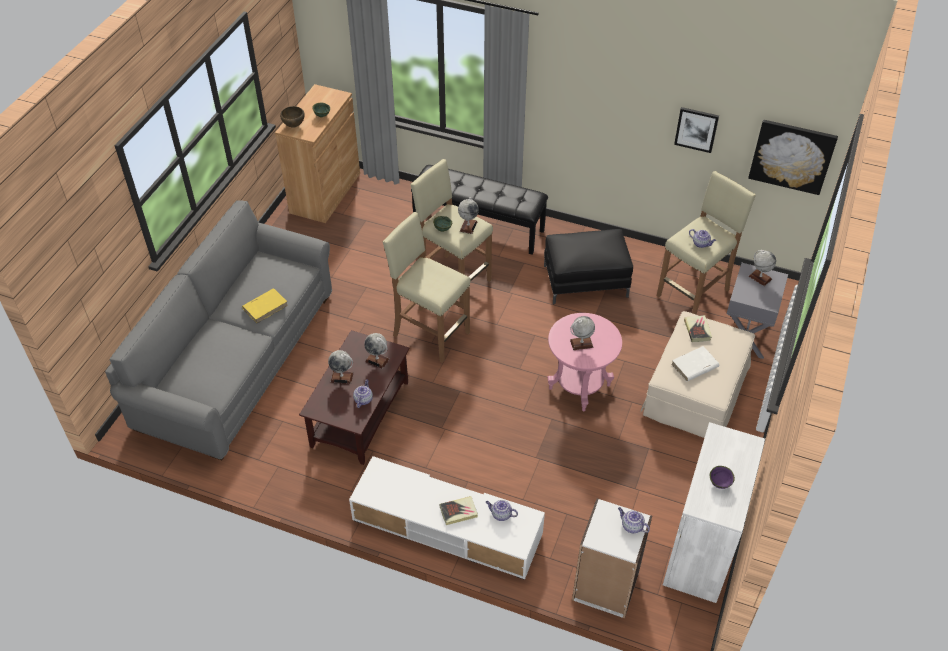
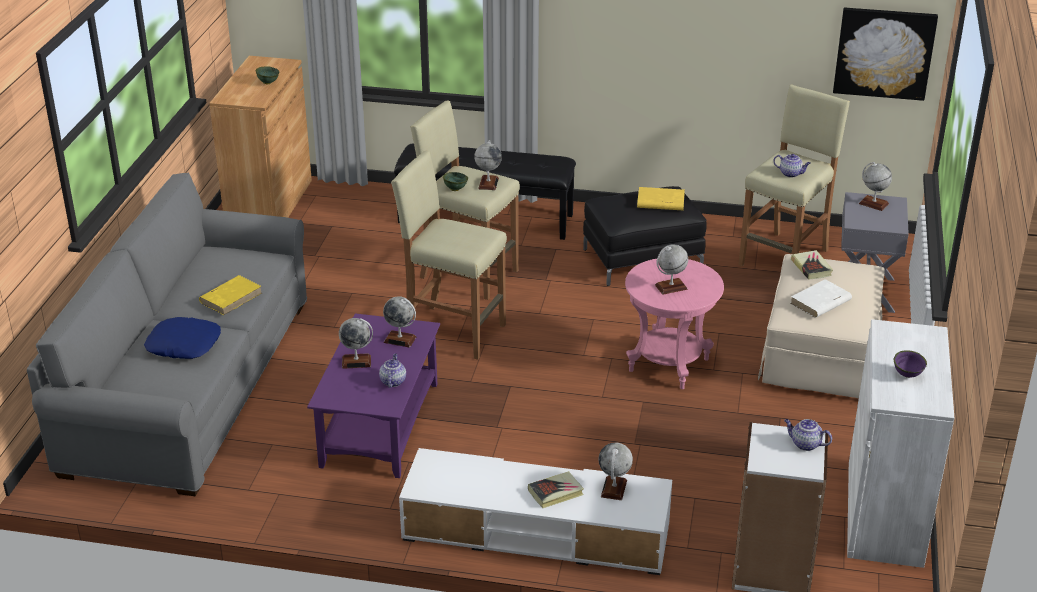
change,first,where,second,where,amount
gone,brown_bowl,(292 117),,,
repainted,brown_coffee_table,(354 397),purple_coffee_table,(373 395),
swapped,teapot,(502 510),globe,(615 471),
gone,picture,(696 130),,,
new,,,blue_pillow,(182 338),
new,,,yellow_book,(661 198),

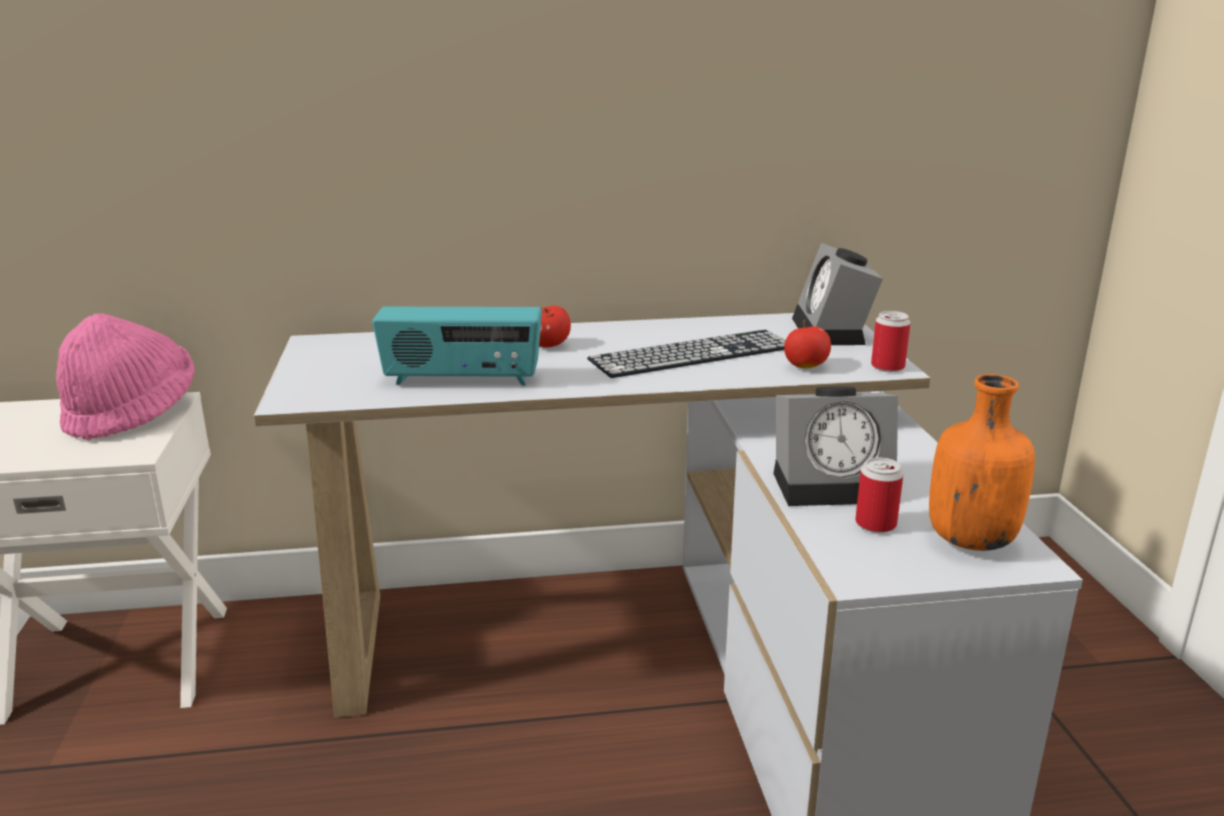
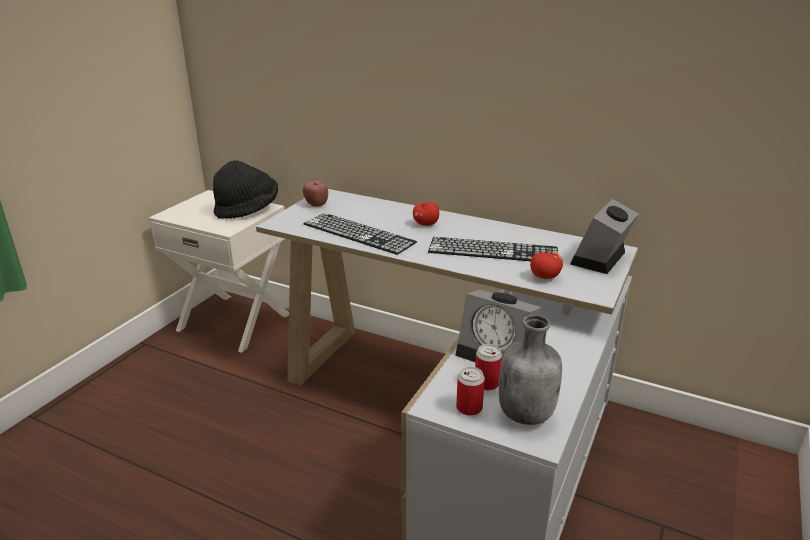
change,first,where,second,where,amount
repainted,pink_hat,(125 377),black_hat,(245 189),
swapped,radio,(457 346),keyboard,(360 234),
shifted,can,(891 341),,(470 391),
repainted,orange_bottle,(982 462),grey_bottle,(530 370),
new,,,apple,(315 194),

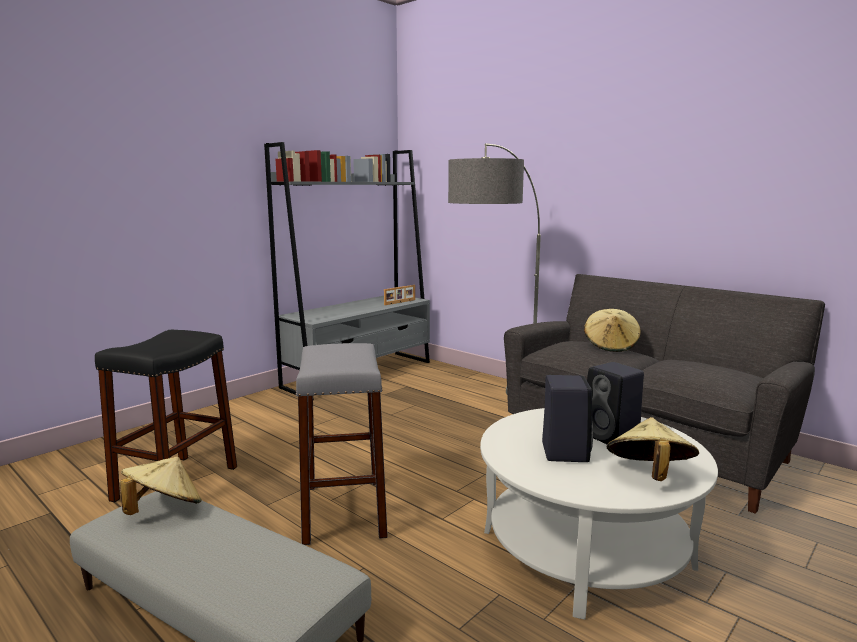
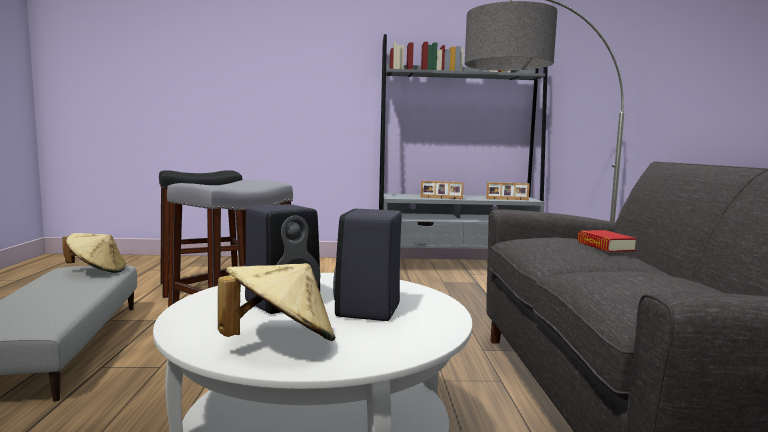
change,first,where,second,where,amount
swapped,beige_hat,(612 330),book,(607 241),
new,,,picture_frame,(442 190),

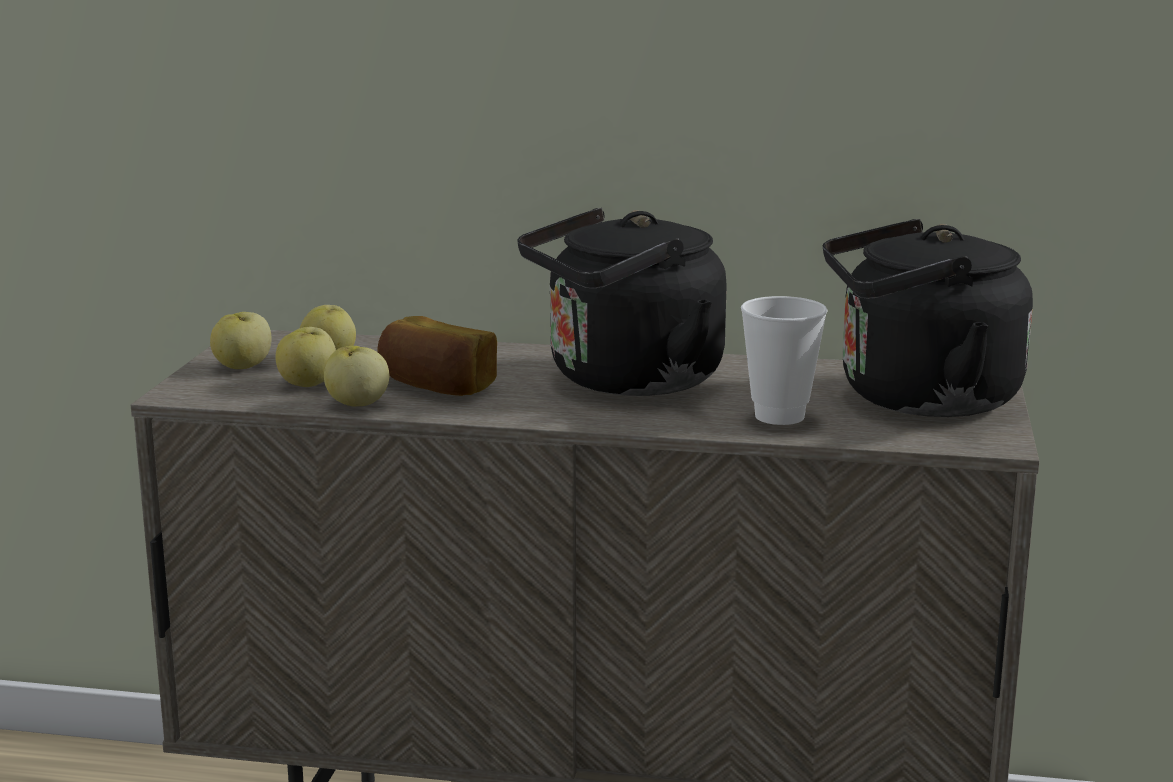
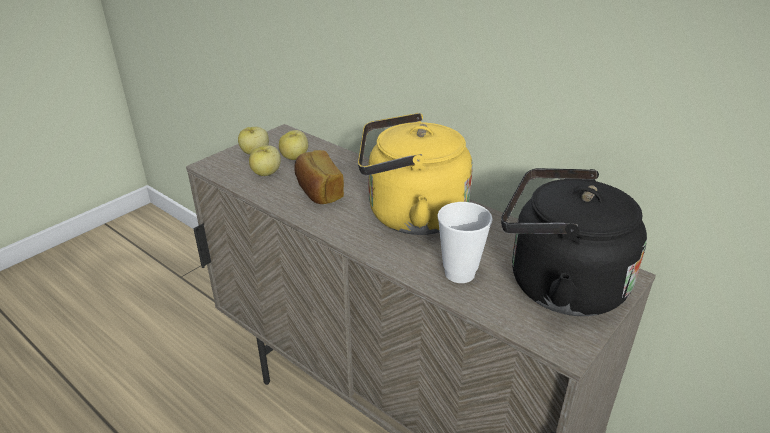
change,first,where,second,where,amount
gone,apple,(356 376),,,
repainted,black_kettle,(622 302),yellow_kettle,(415 174),

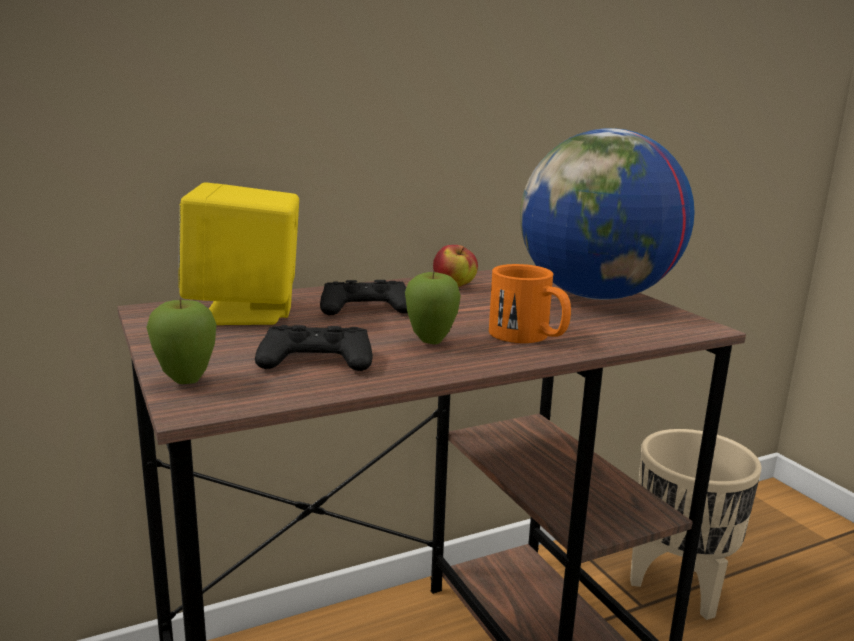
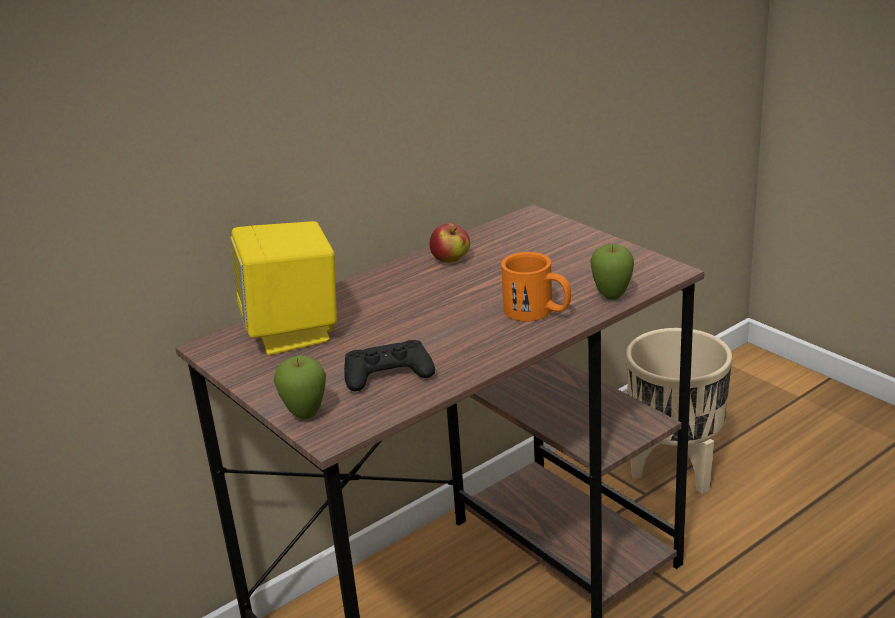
change,first,where,second,where,amount
gone,black_game_controller,(363 297),,,
shifted,apple,(433 307),,(612 272),
gone,globe,(607 214),,,

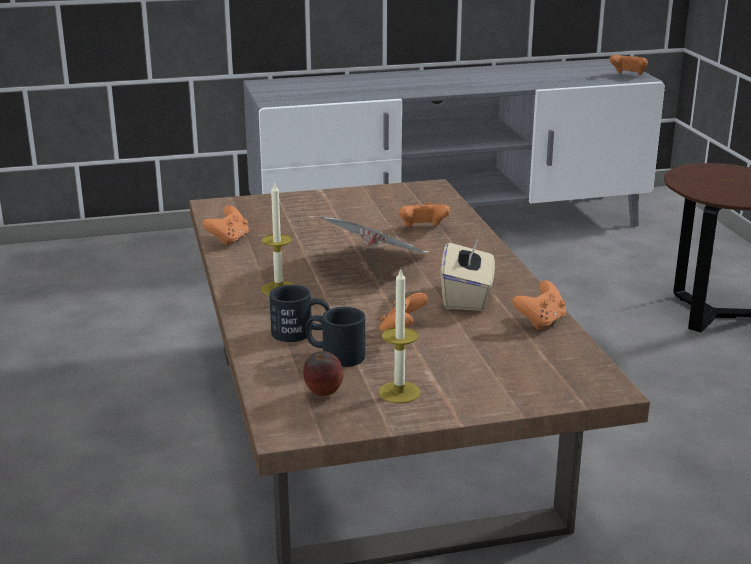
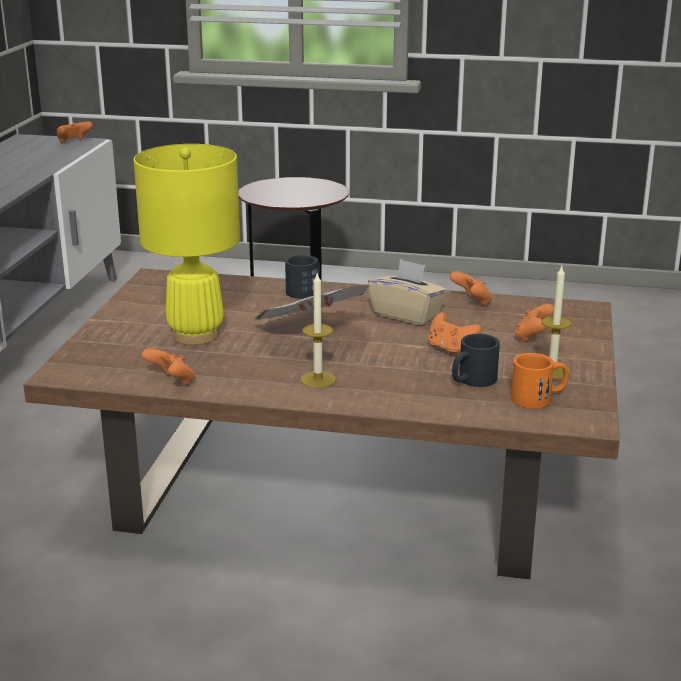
change,first,where,second,where,amount
shifted,black_mug,(299 313),,(302 277),
swapped,apple,(323 373),orange_mug,(539 381),
shifted,orange_game_controller,(424 215),,(534 323),
new,,,yellow_table_lamp,(187 244),

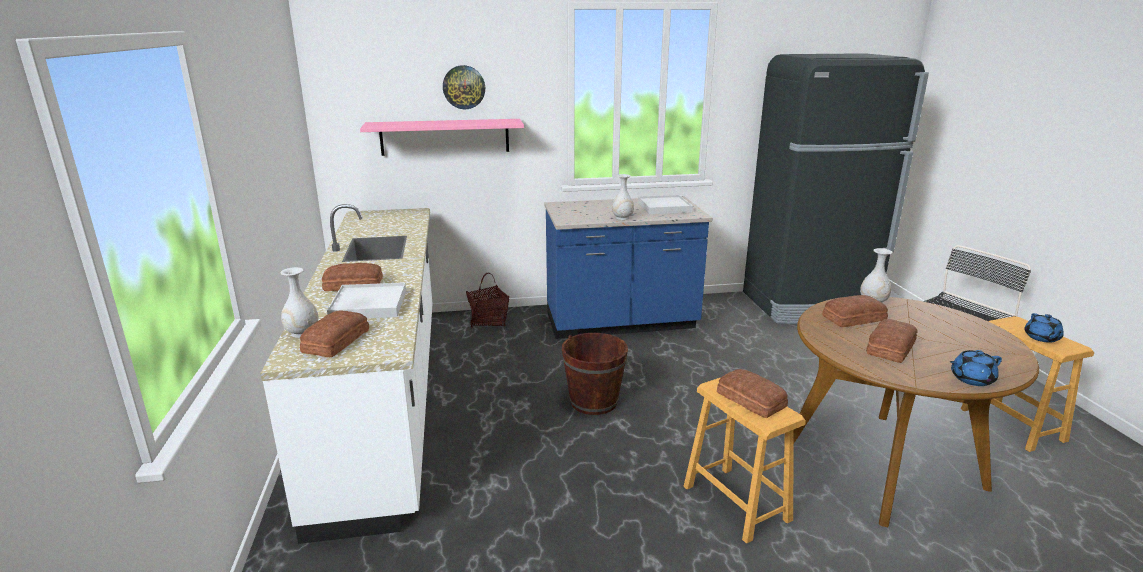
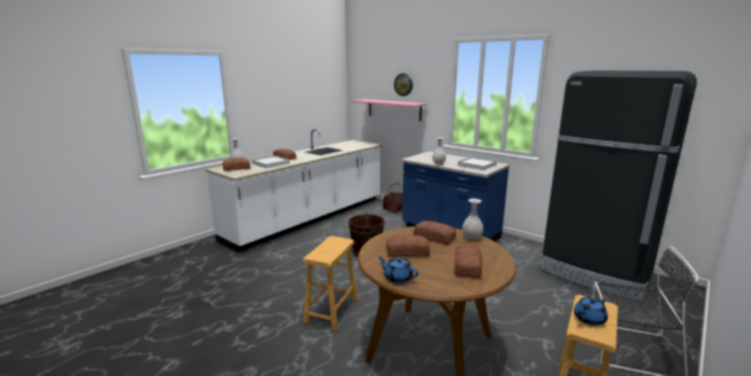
change,first,where,second,where,amount
shifted,bread,(752 393),,(468 262),

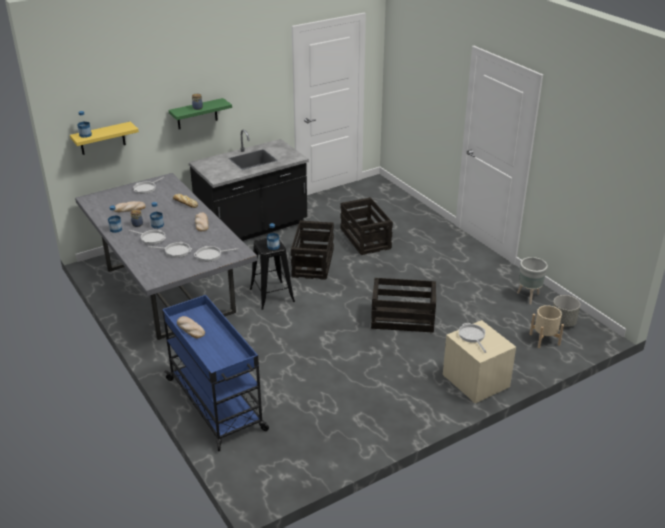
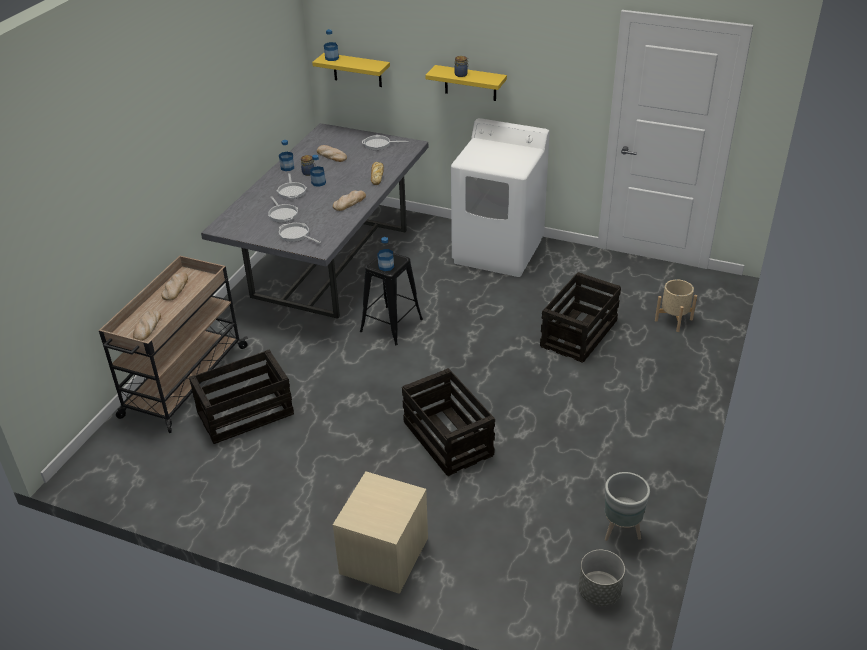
change,first,where,second,where,amount
repainted,blue_cart,(215 373),beige_cart,(173 344),
repainted,green_shelf,(200 113),yellow_shelf,(466 83),
swapped,black_counter,(249 185),white_washing_machine,(500 197),
shifted,crate,(312 250),,(241 397),
gone,frying_pan,(472 338),,,
shifted,beige_planter,(547 326),,(676 306),
new,,,bread,(147 325),

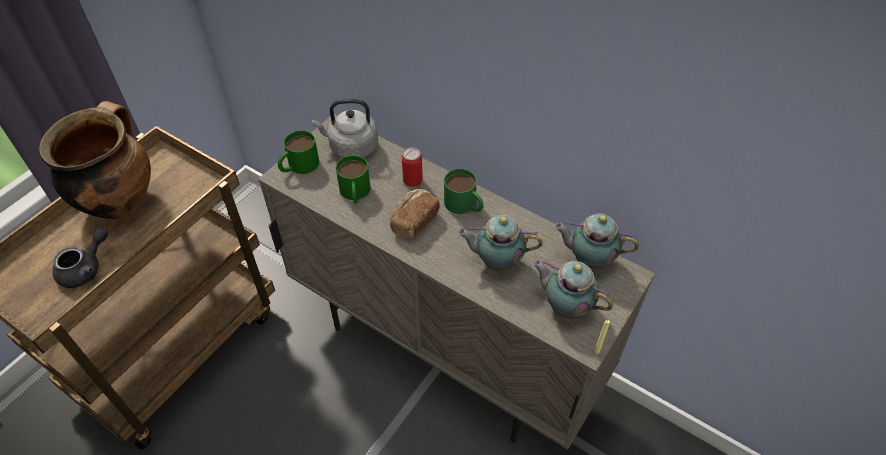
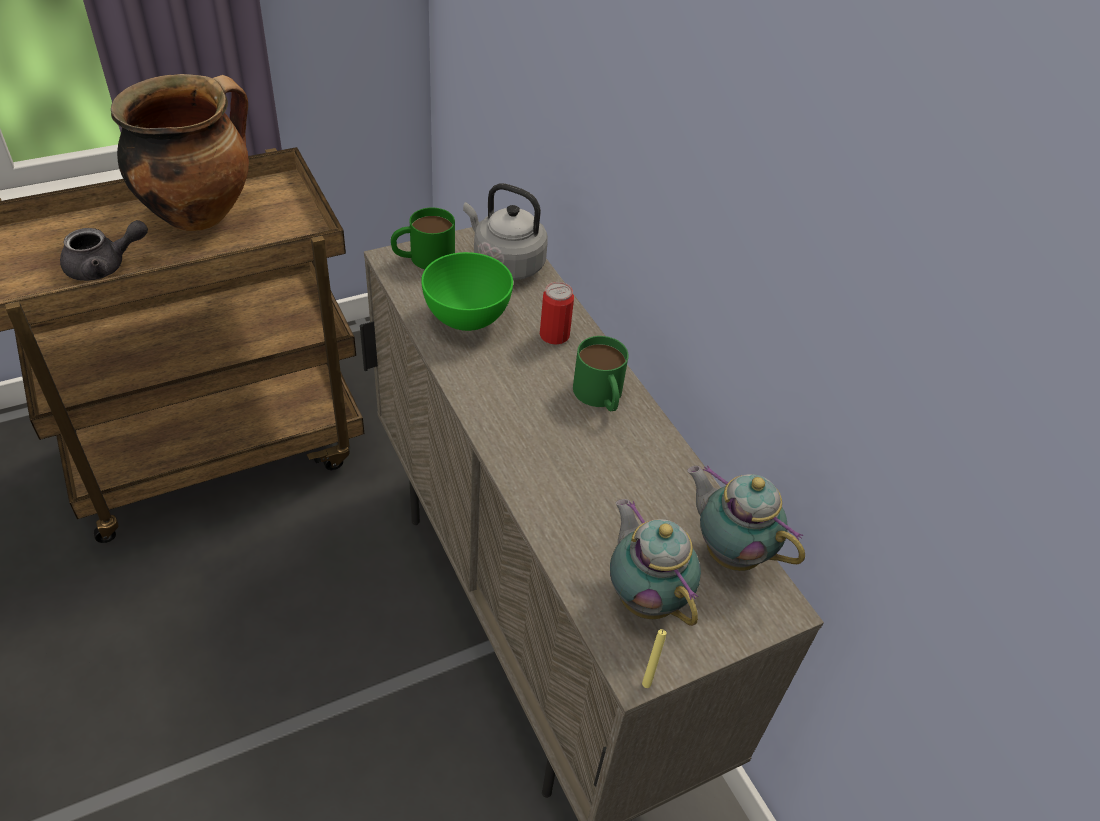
change,first,where,second,where,amount
swapped,green_mug,(353 179),green_bowl,(467 291),
gone,bread,(414 214),,,
gone,teapot,(500 243),,,

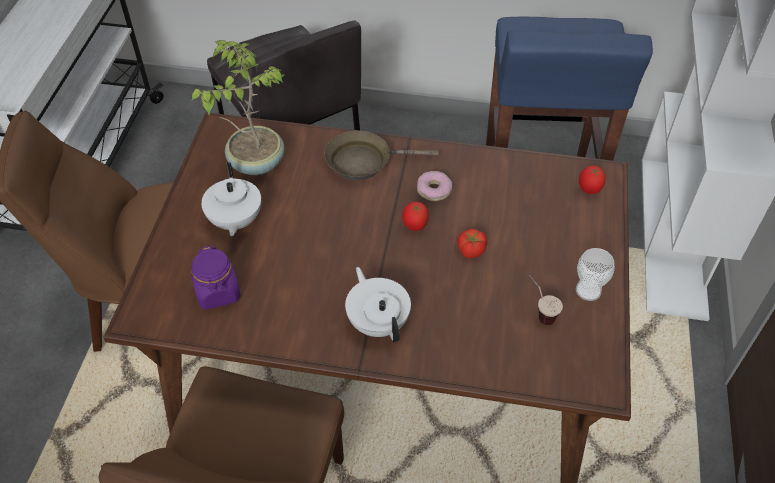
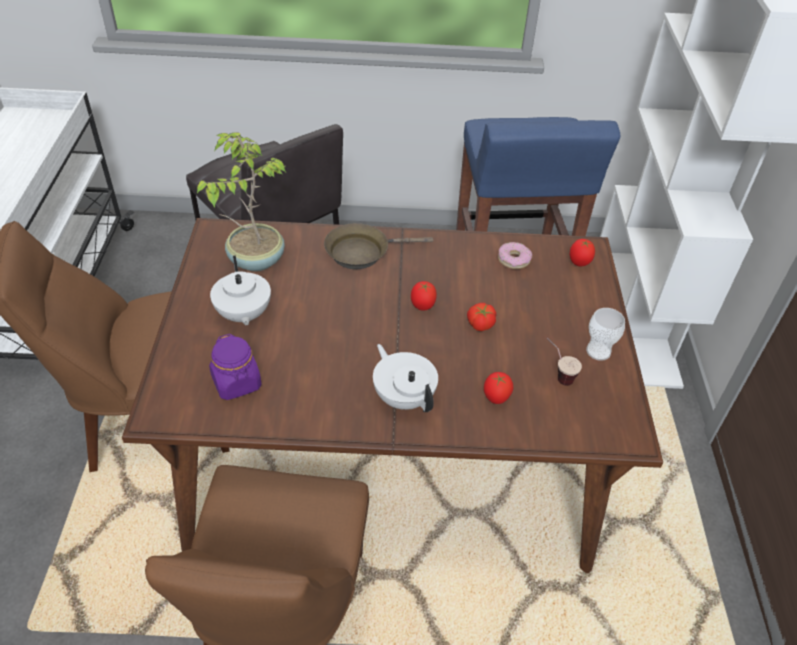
change,first,where,second,where,amount
shifted,donut,(434 186),,(515 255),
new,,,tomato,(498 388),

